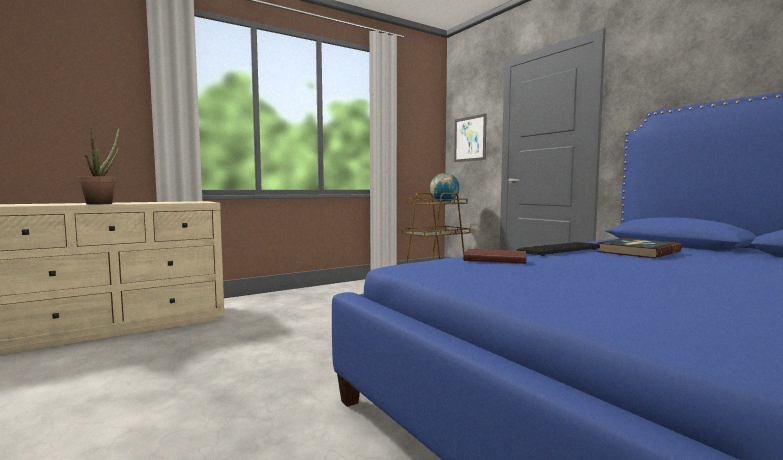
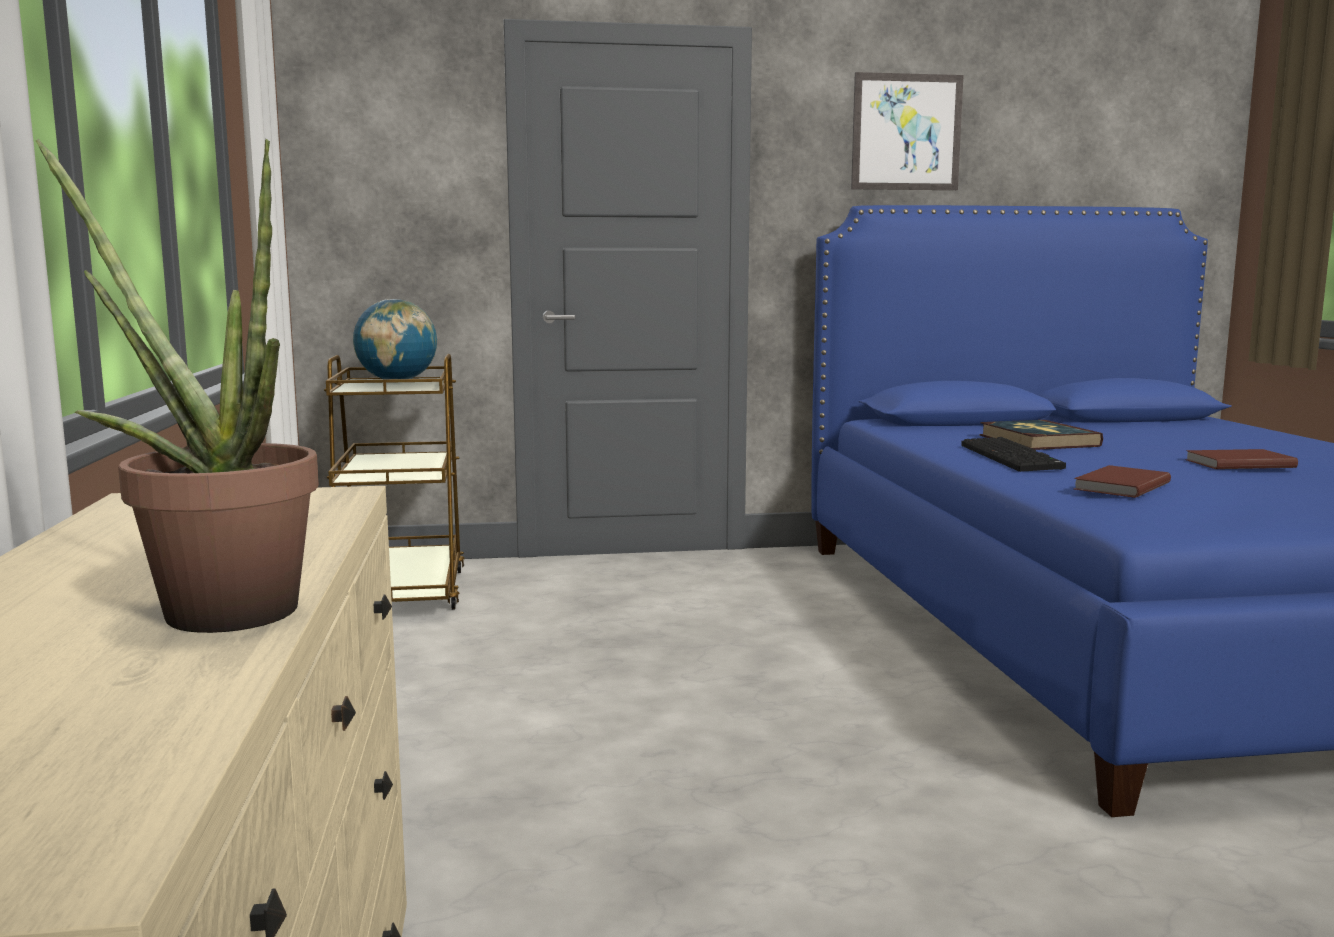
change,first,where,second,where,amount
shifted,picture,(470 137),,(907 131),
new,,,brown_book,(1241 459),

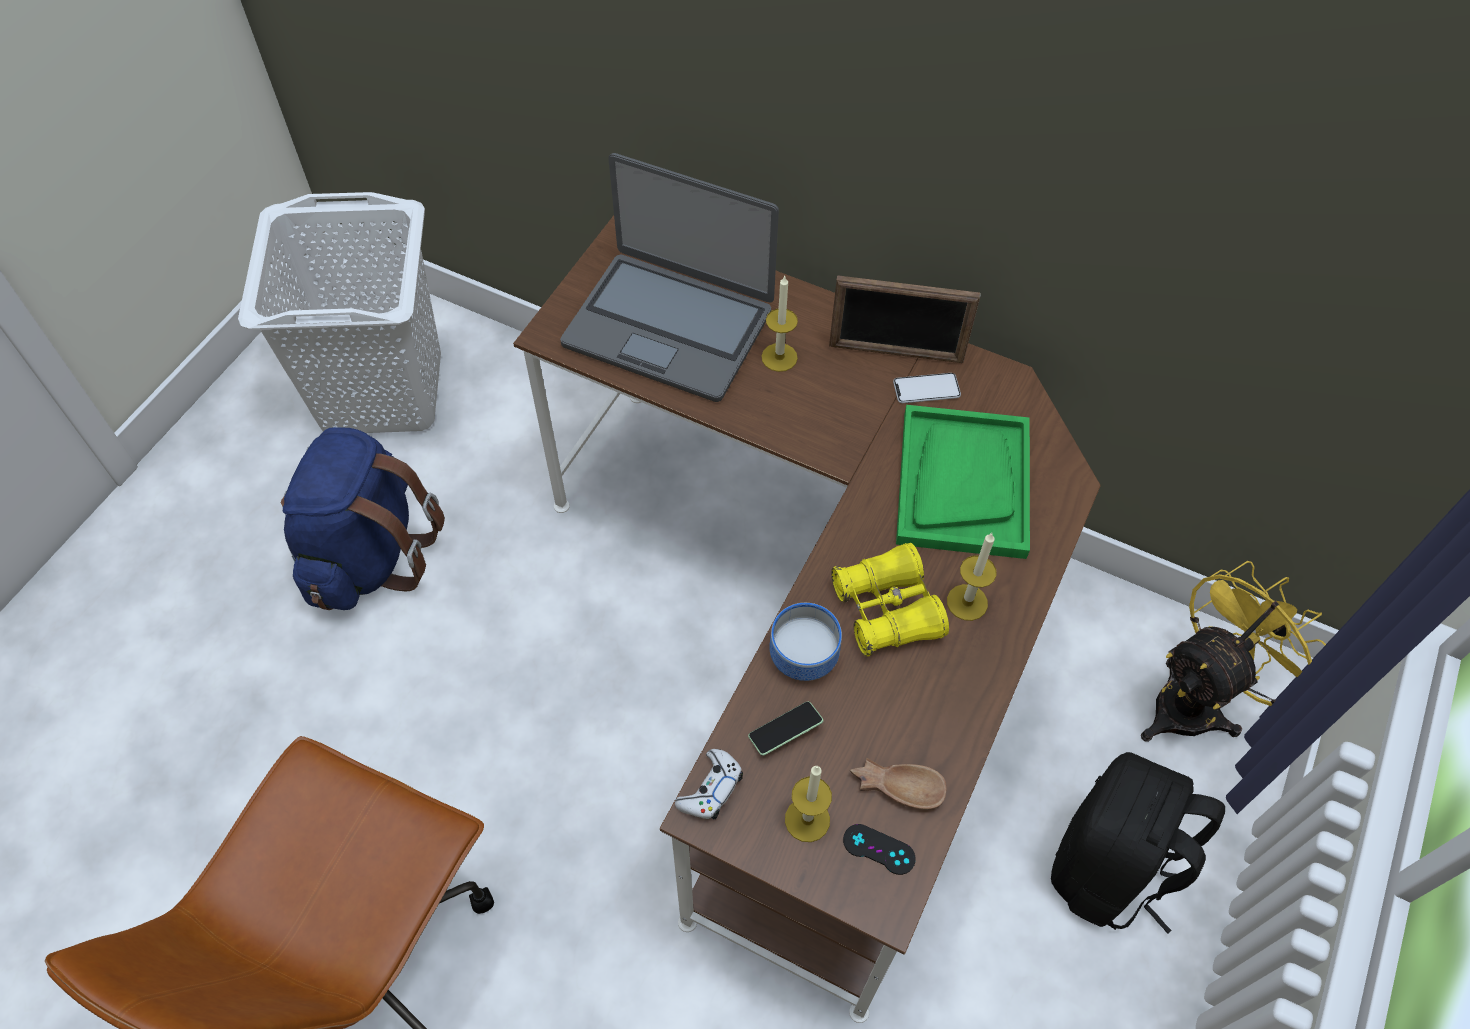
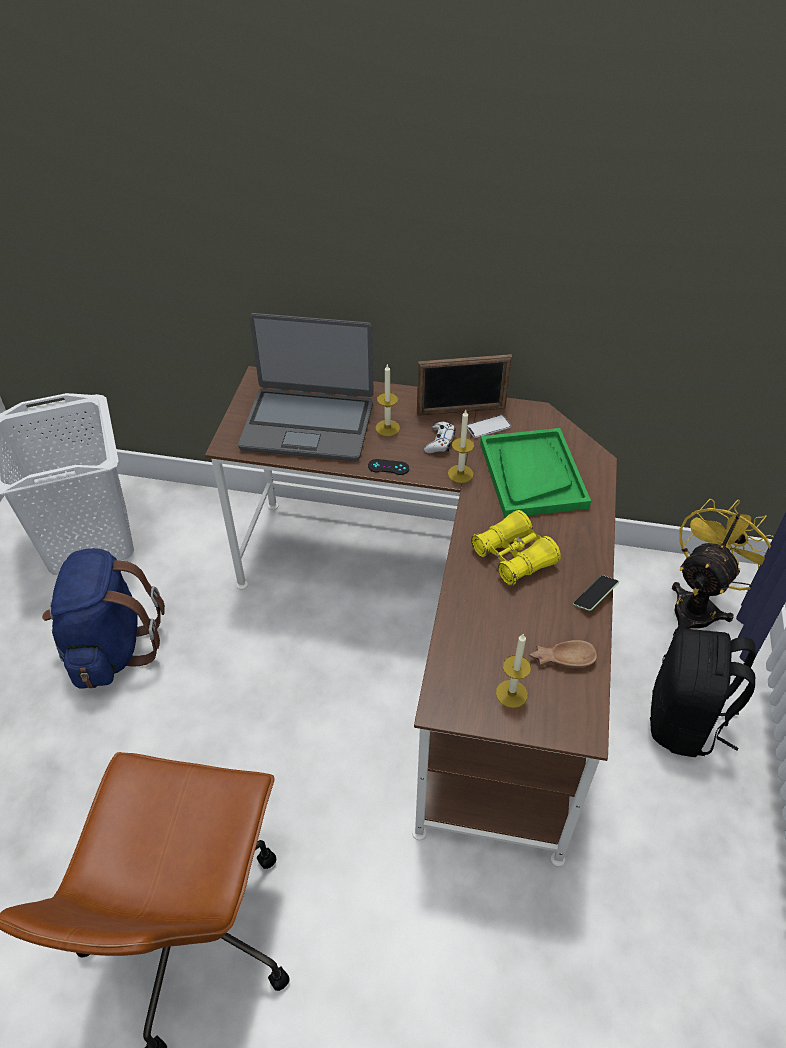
change,first,where,second,where,amount
shifted,white_game_controller,(709 784),,(440 437),
shifted,phone,(786 728),,(596 593),
gone,bowl,(805 642),,,
shifted,black_game_controller,(879 849),,(388 467),
shifted,candle,(972 577),,(461 446),

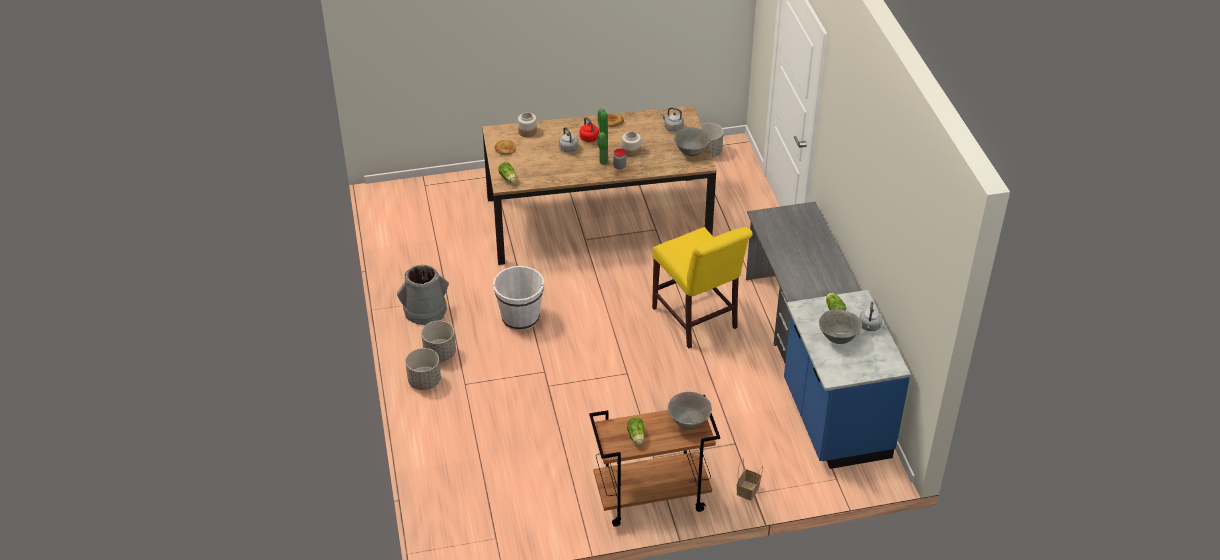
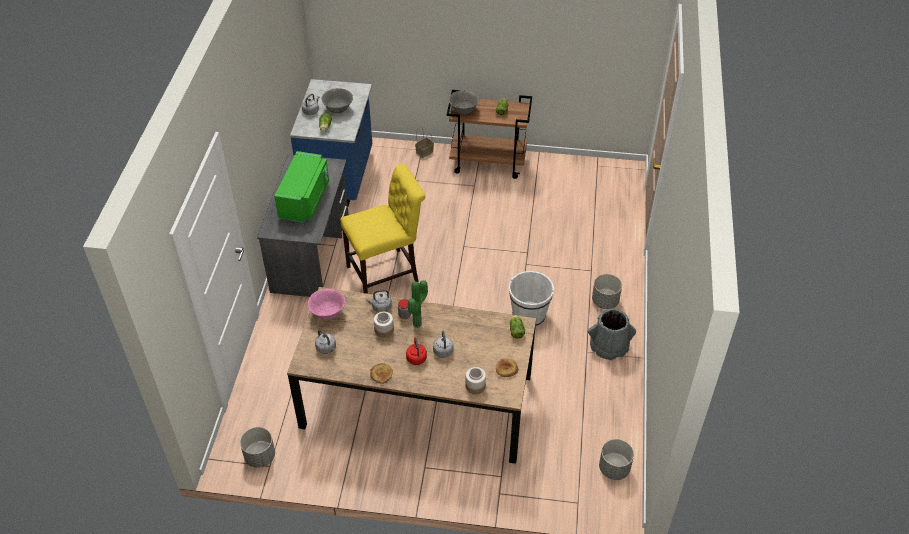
change,first,where,second,where,amount
shifted,grey_planter,(423 369),,(616 459),
rotated,yellow_chair,(702 287),,(383 229),75 degrees clockwise
repainted,grey_bowl,(692 141),pink_bowl,(326 304),
new,,,green_microwave,(301 187),
new,,,grey_kettle,(379 301),

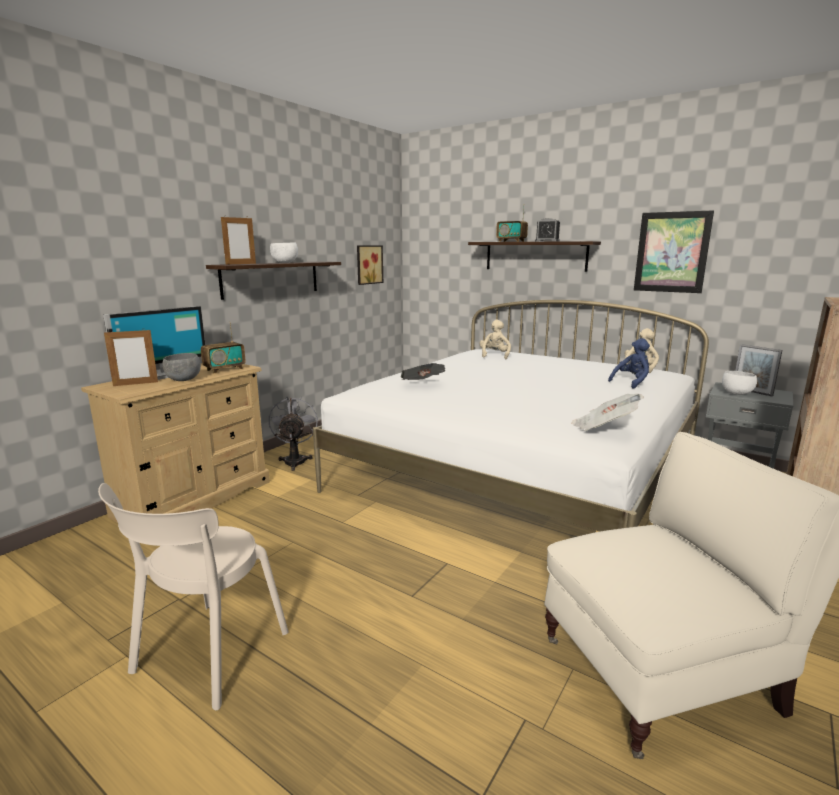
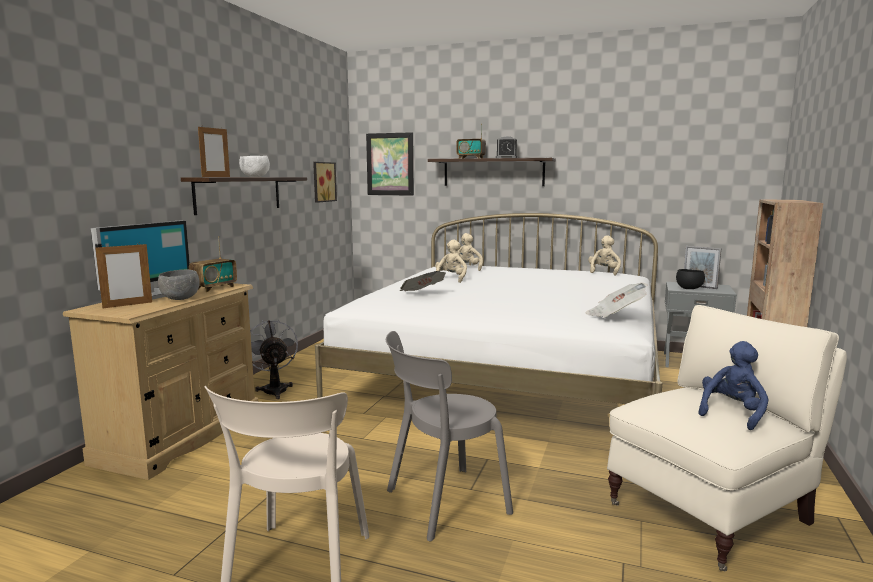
change,first,where,second,where,amount
shifted,blue_plush_toy,(629 363),,(733 385),
shifted,picture,(674 251),,(390 164),
repainted,white_bowl,(739 383),black_bowl,(690 279),
new,,,grey_chair,(449 436),
new,,,beige_plush_toy,(451 261),

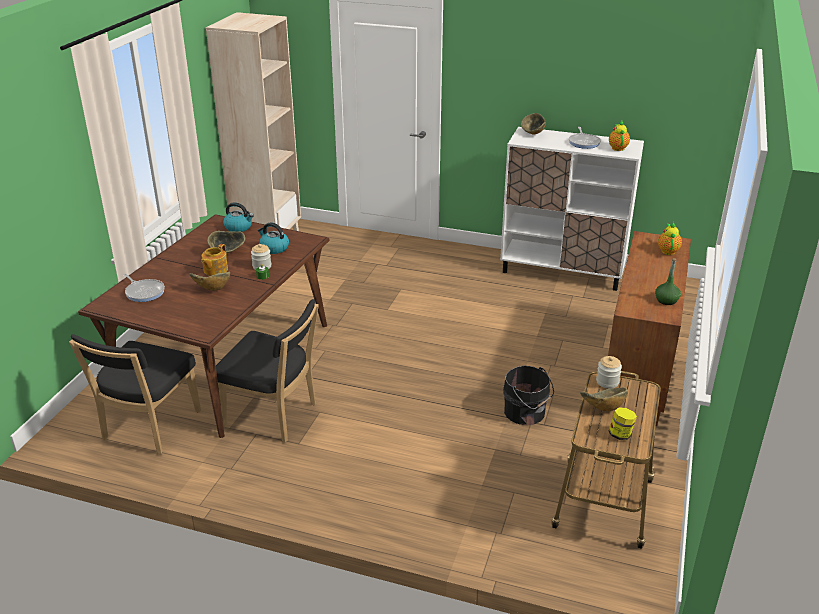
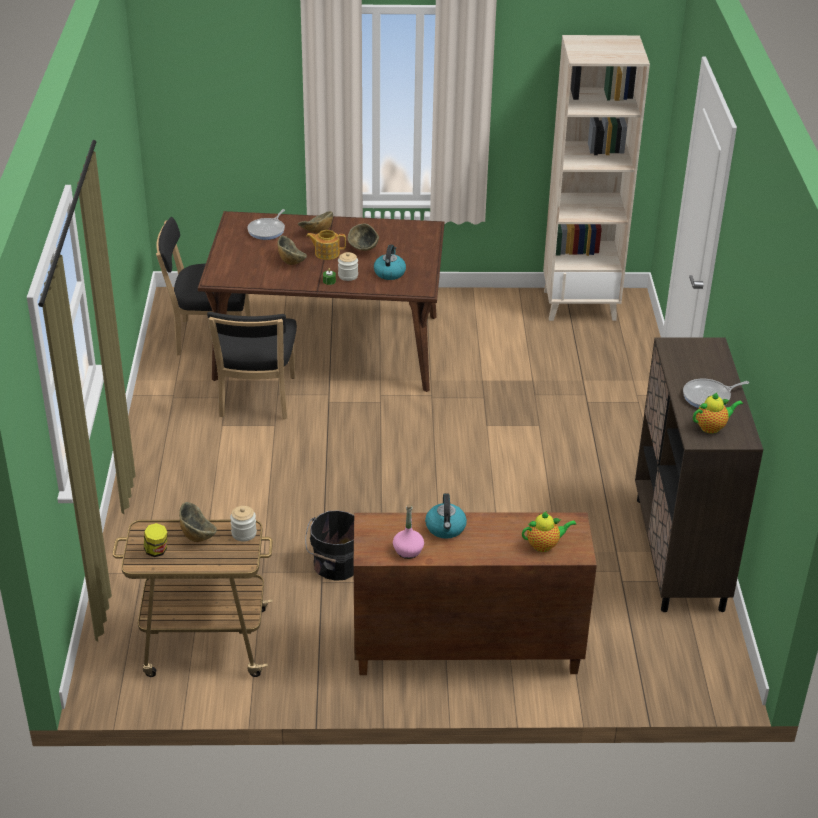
change,first,where,second,where,amount
shifted,kettle,(238 217),,(446 516),
repainted,white_cabinet,(572 209),brown_cabinet,(699 474),
shifted,bowl,(533 124),,(315 222),
repainted,green_bottle,(668 281),pink_bottle,(408 531),

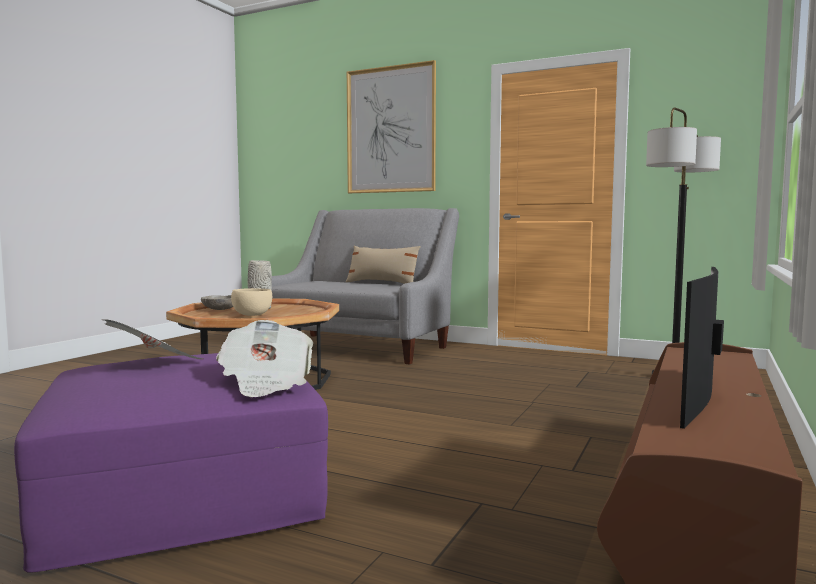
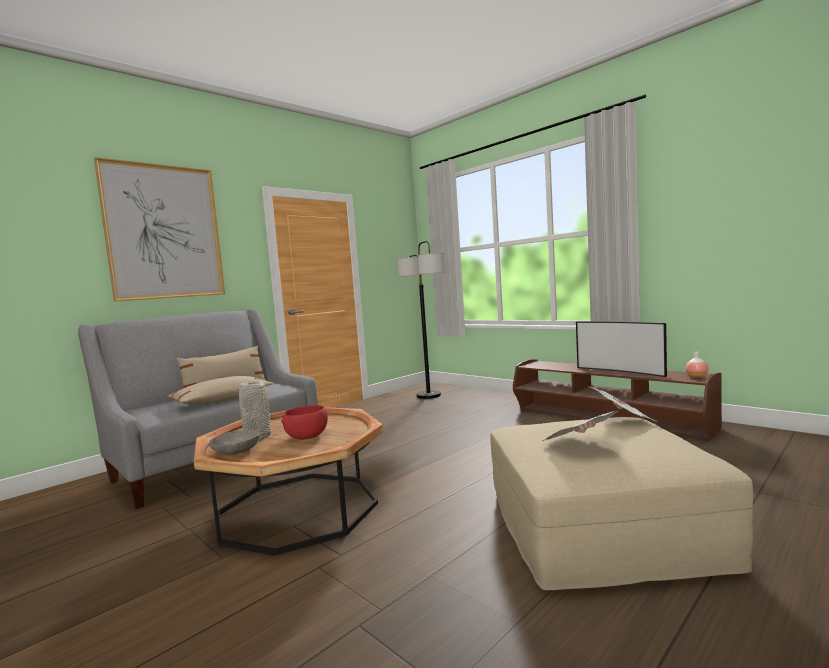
change,first,where,second,where,amount
repainted,purple_ottoman,(171 463),beige_ottoman,(621 503),
repainted,beige_bowl,(251 302),red_bowl,(304 422),
new,,,beige_pillow,(220 390),
new,,,vase,(697 365),

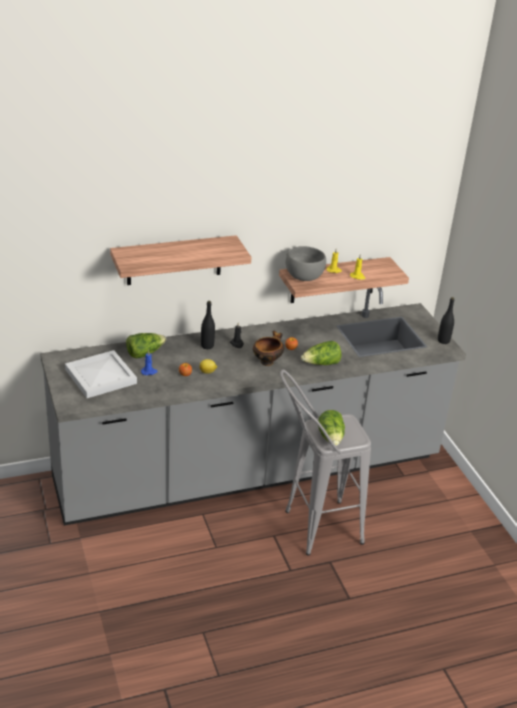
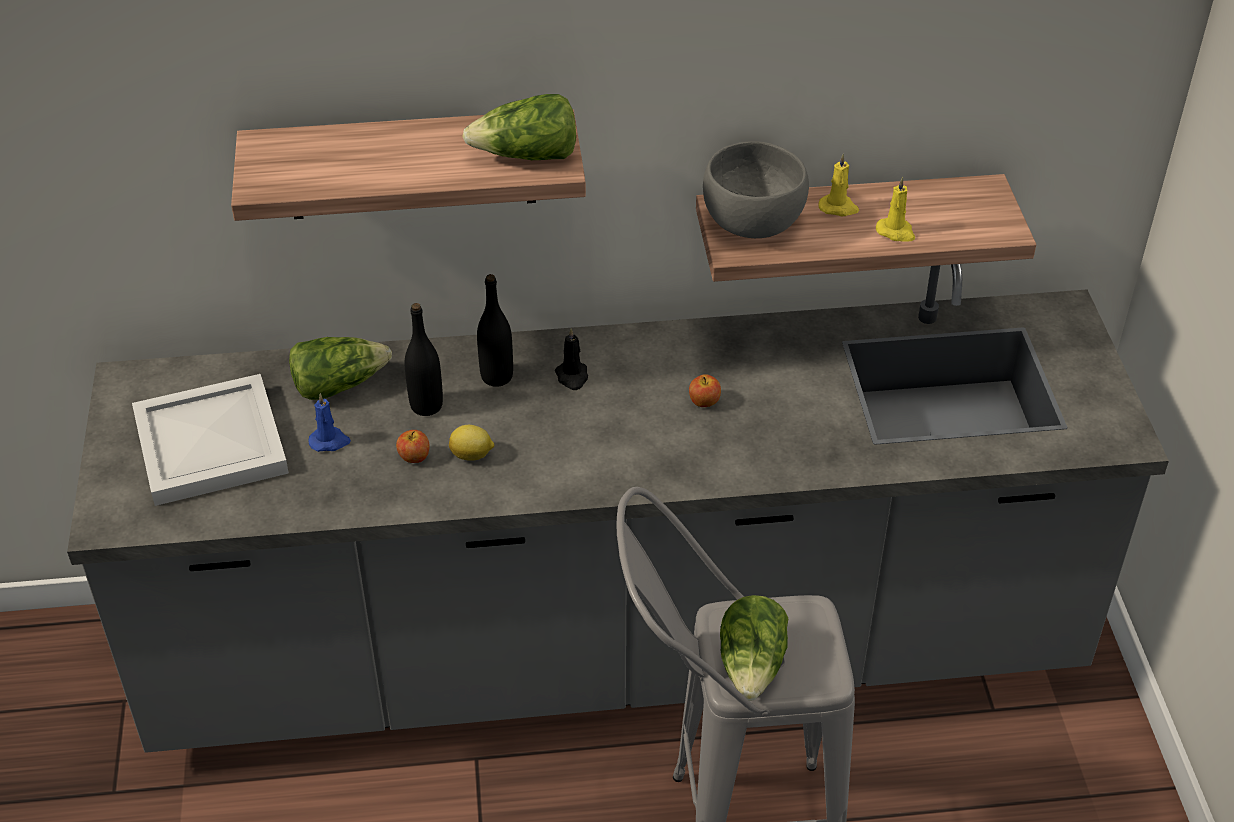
change,first,where,second,where,amount
gone,bowl,(268 348),,,
shifted,lettuce,(321 353),,(519 127),
shifted,black_bottle,(446 320),,(424 359),

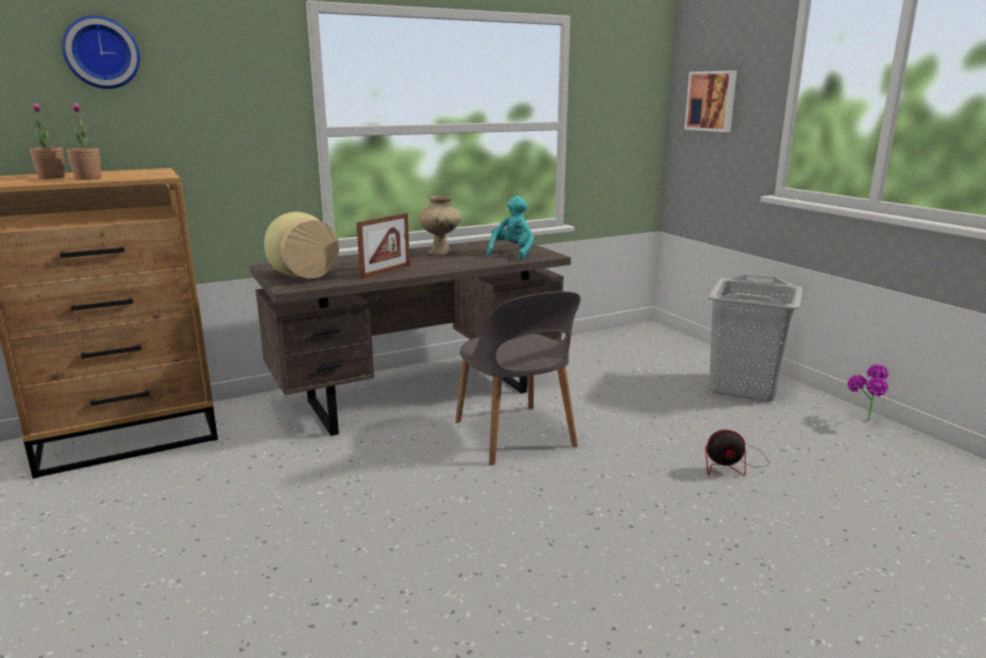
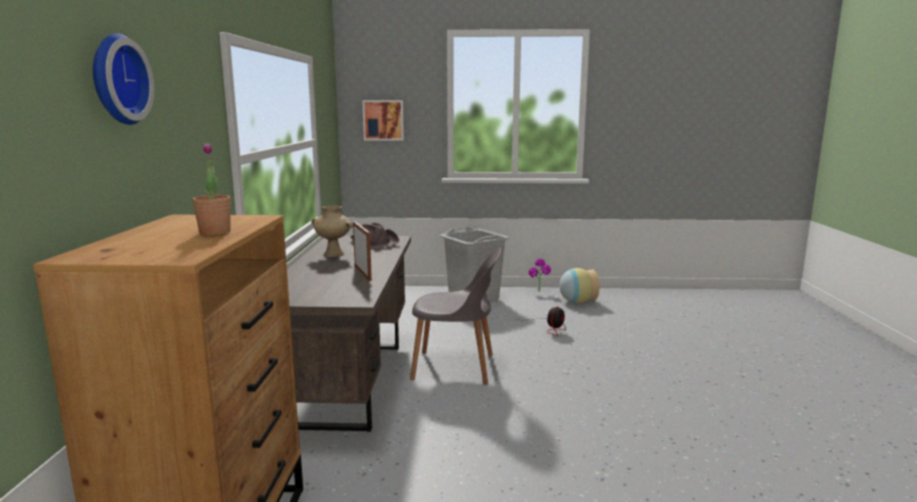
change,first,where,second,where,amount
gone,potted_plant,(47 141),,,
shifted,vase,(301 245),,(579 285),
swapped,turquoise_plush_toy,(510 228),brown_hat,(375 235),

